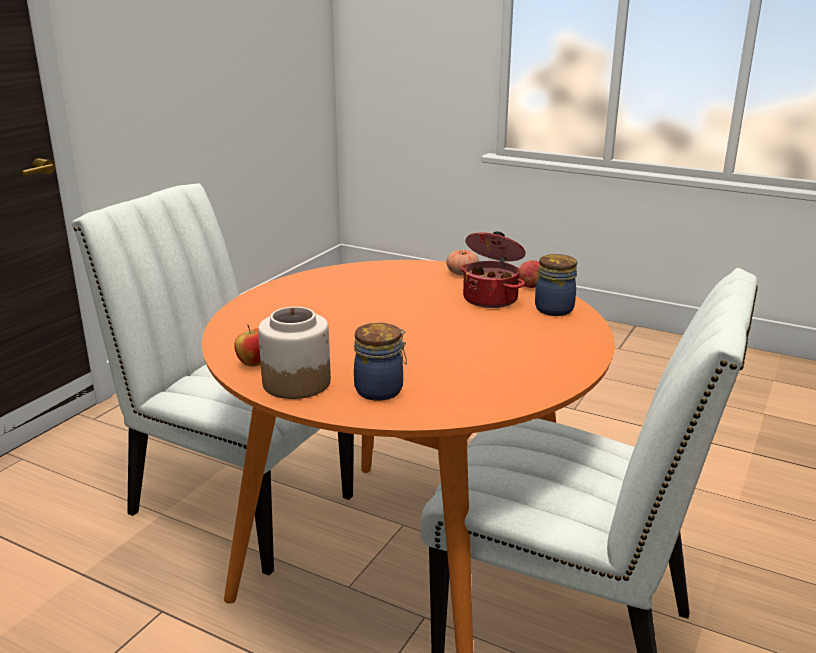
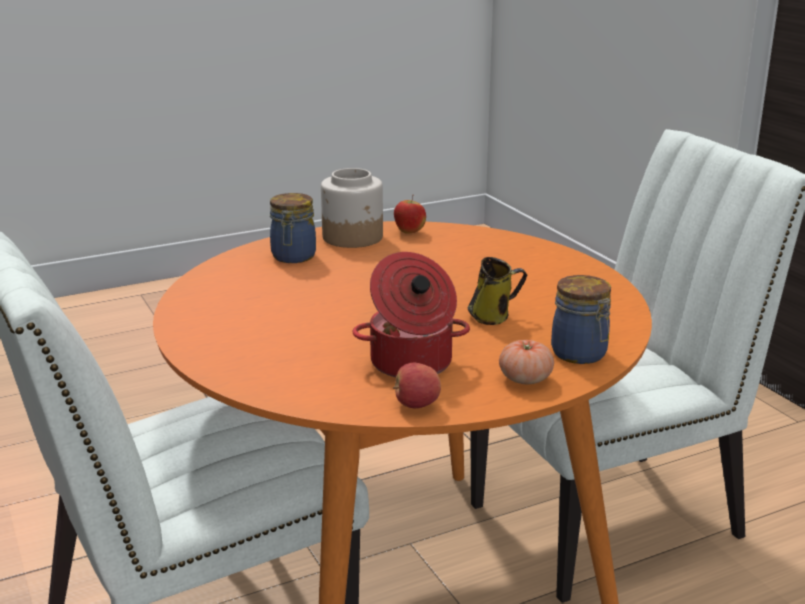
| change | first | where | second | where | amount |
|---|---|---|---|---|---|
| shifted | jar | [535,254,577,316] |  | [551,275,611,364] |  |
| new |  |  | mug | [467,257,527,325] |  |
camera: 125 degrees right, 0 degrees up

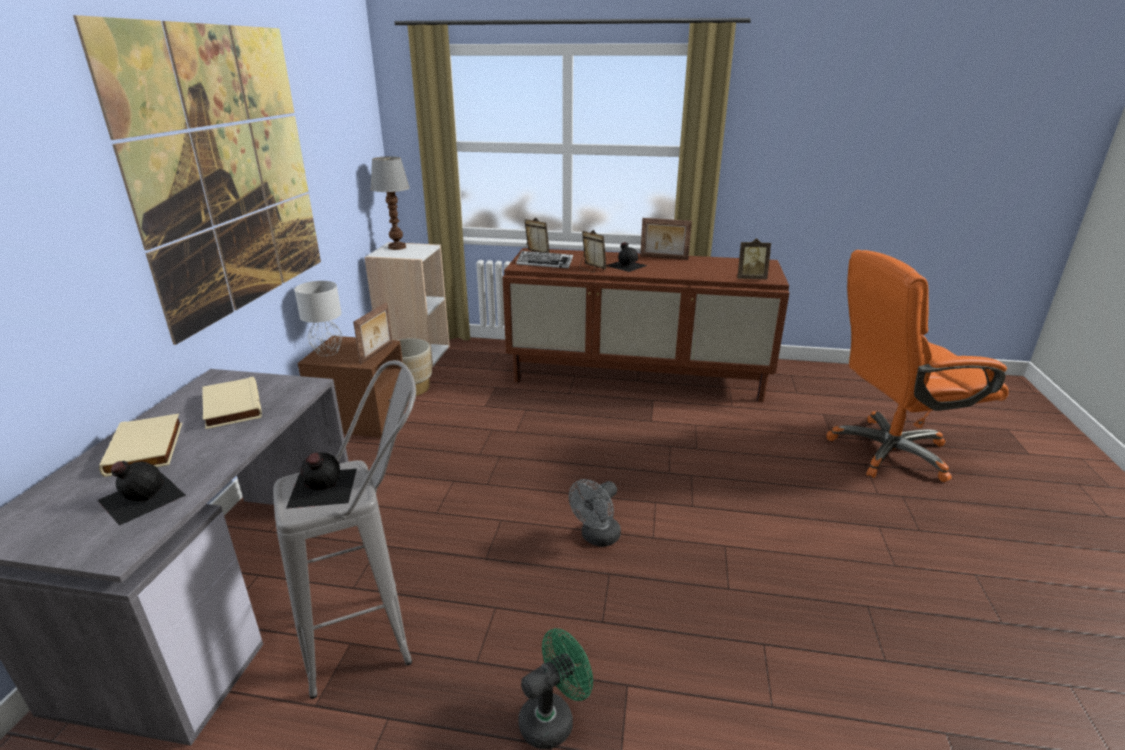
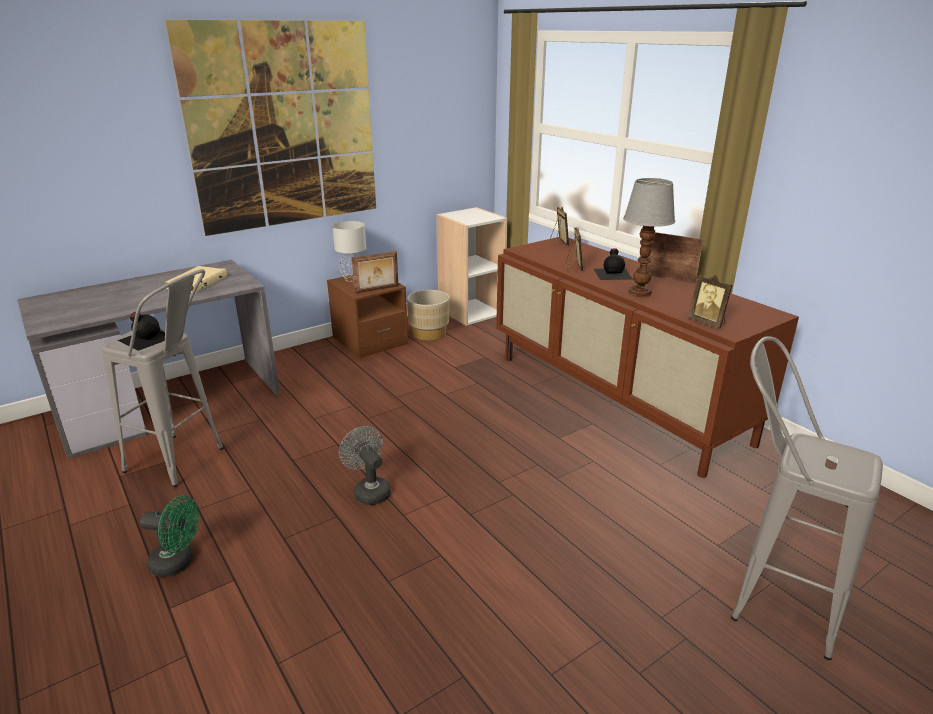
| change | first | where | second | where | amount |
|---|---|---|---|---|---|
| gone | bottle (black) | [98,461,186,526] |  |  |  |
| gone | book (beige) | [99,414,182,477] |  |  |  |
| shifted | table lamp | [370,156,410,250] |  | [623,178,675,297] |  |
| gone | keyboard | [516,251,573,269] |  |  |  |
| rotated | fan (grey) | [569,479,621,547] |  | [339,426,391,505] | 60 degrees clockwise |
| rotated | picture frame | [640,218,692,260] |  | [647,232,703,284] | 150 degrees clockwise |
| swapped | office chair (orange) | [826,250,1009,482] | stool (grey) | [731,336,883,660] |  |
camera: 45 degrees right, 0 degrees up

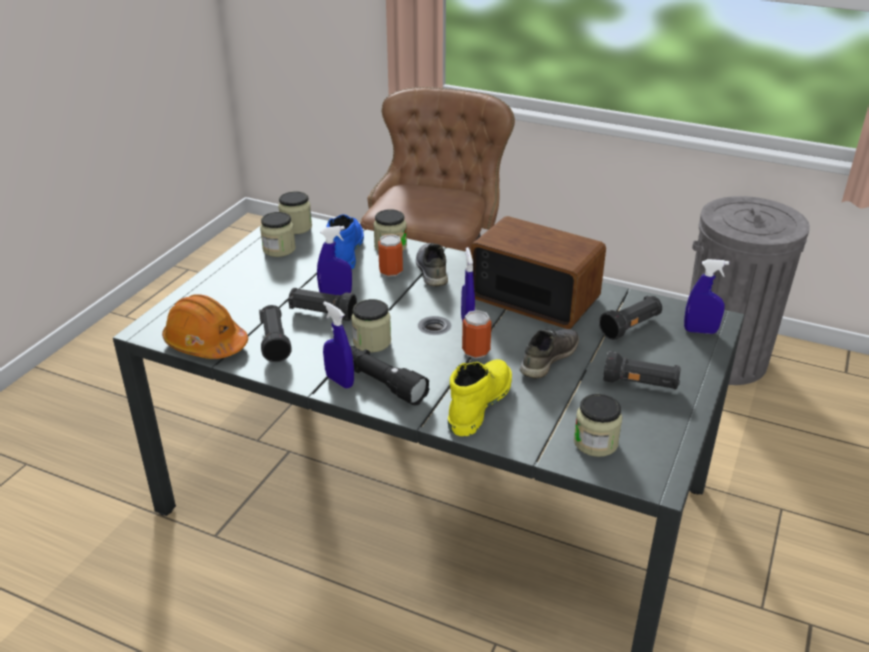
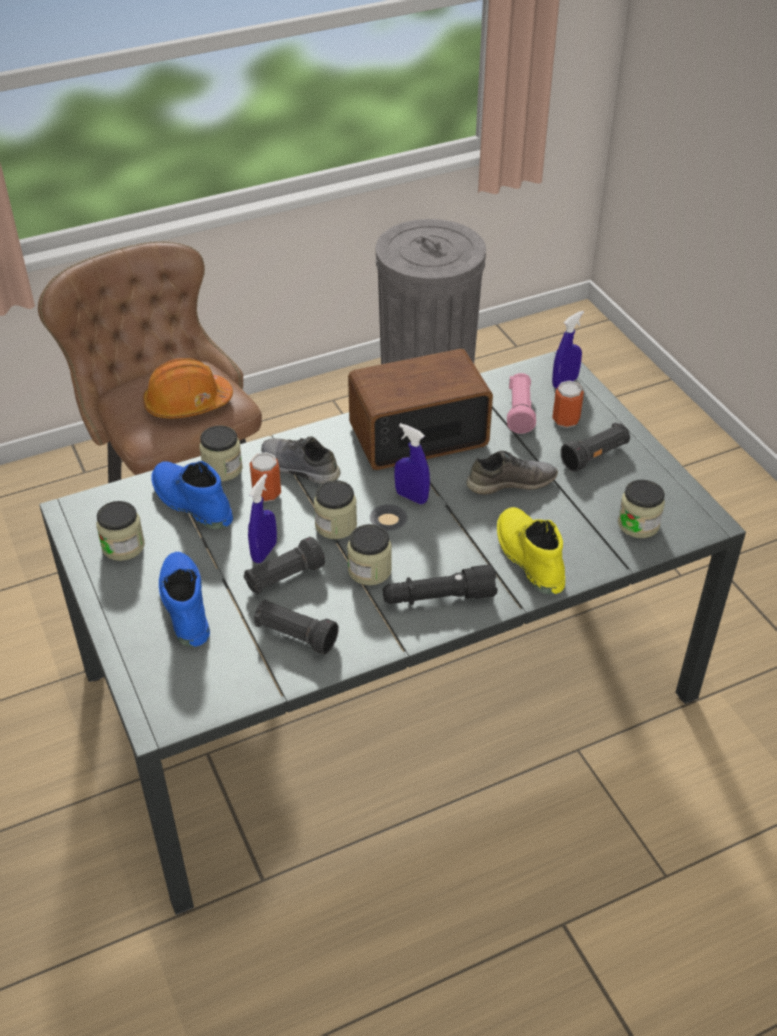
| change | first | where | second | where | amount |
|---|---|---|---|---|---|
| shifted | hard hat (orange) | [162,294,248,359] |  | [143,358,233,418] |  |
| shifted | jar | [278,191,312,234] |  | [314,480,357,539] |  |
| gone | spray bottle (blue) | [323,302,354,389] |  |  |  |
| shifted | can | [462,310,492,359] |  | [552,381,584,428] |  |
| rotated | shoe (grey) | [520,329,579,378] |  | [466,451,558,495] | 90 degrees clockwise |
| repainted | flashlight (black) | [599,296,662,340] | flashlight (pink) | [507,373,536,434] |  |
| new |  |  | boot (blue) | [159,552,210,647] |  |
camera: 50 degrees left, 10 degrees up

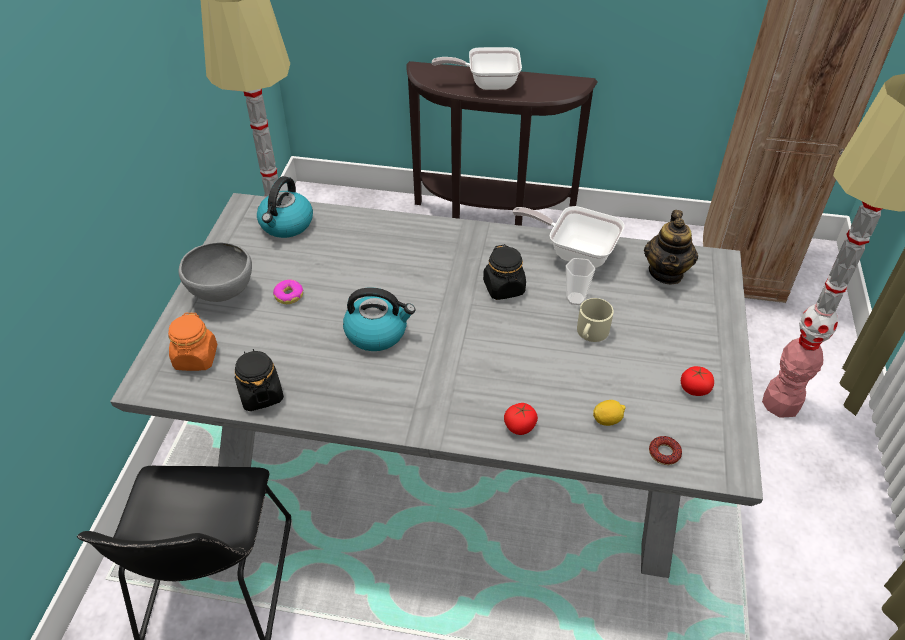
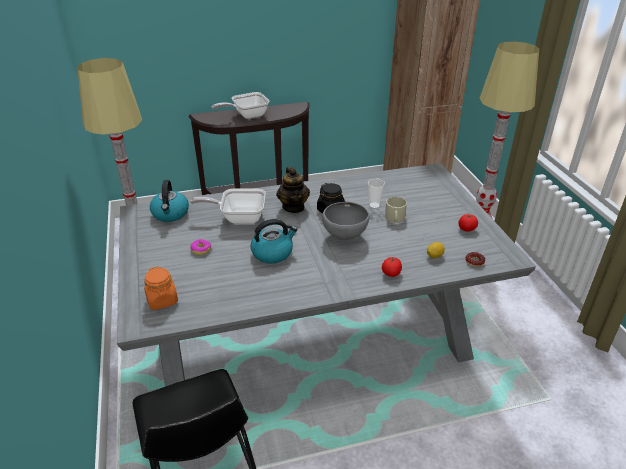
| change | first | where | second | where | amount |
|---|---|---|---|---|---|
| shifted | bowl (grey) | [179,242,252,302] |  | [322,202,370,240] |  |
| gone | jar (black) | [235,349,284,411] |  |  |  |
| shifted | frying pan | [513,206,625,268] |  | [190,189,266,224] |  |
| shifted | teapot | [644,210,698,285] |  | [276,167,310,213] |  |
camera: 25 degrees left, 10 degrees down

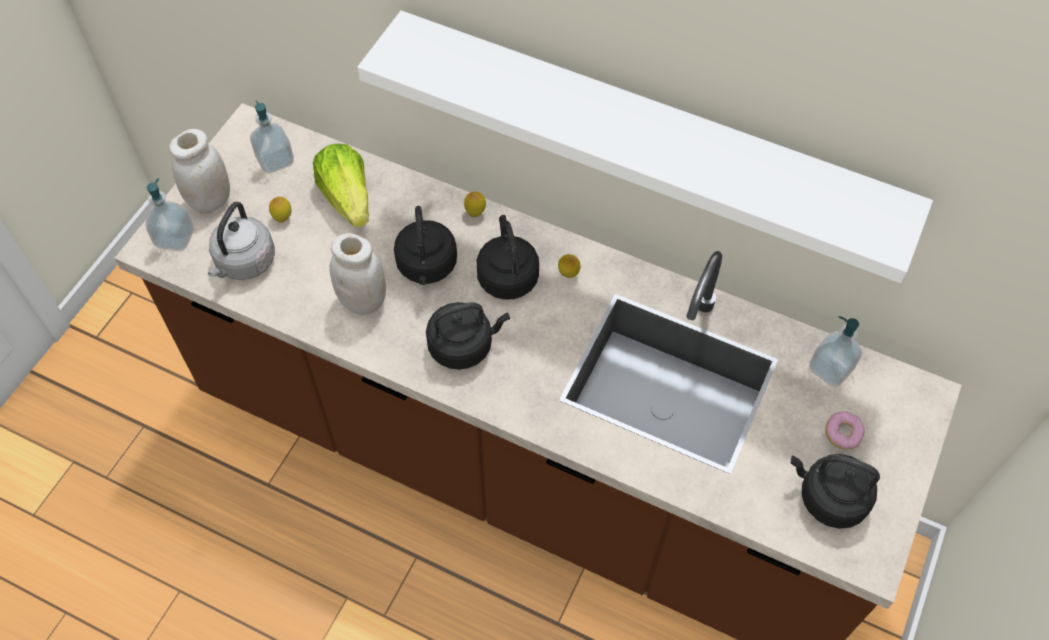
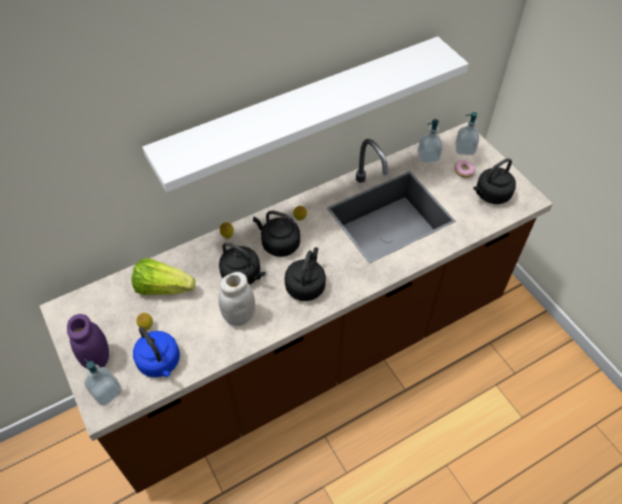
| change | first | where | second | where | amount |
|---|---|---|---|---|---|
| repainted | jar (white) | [169,129,230,214] | jar (purple) | [67,314,109,369] |  |
| repainted | kettle (grey) | [208,202,275,280] | kettle (blue) | [133,327,180,377] |  |
| shifted | soap dispenser | [250,100,294,173] |  | [456,112,479,155] |  |
camera: 55 degrees left, 5 degrees down

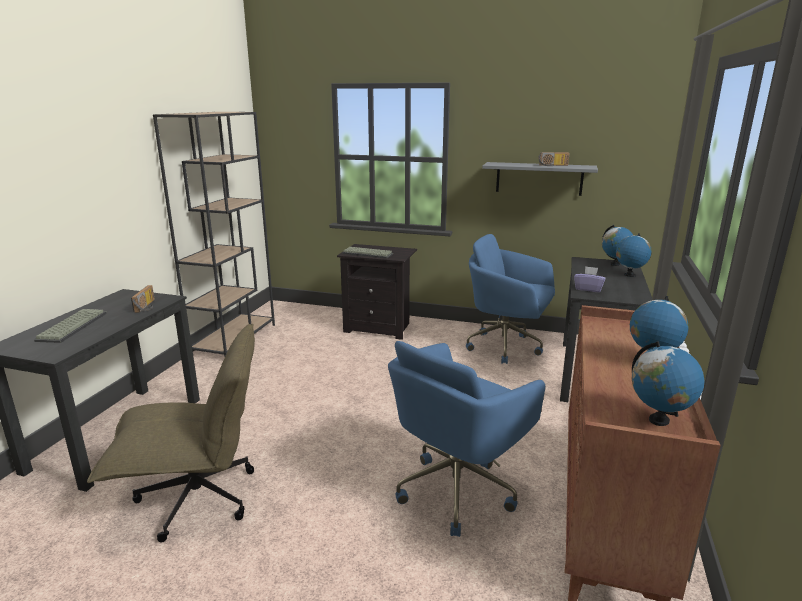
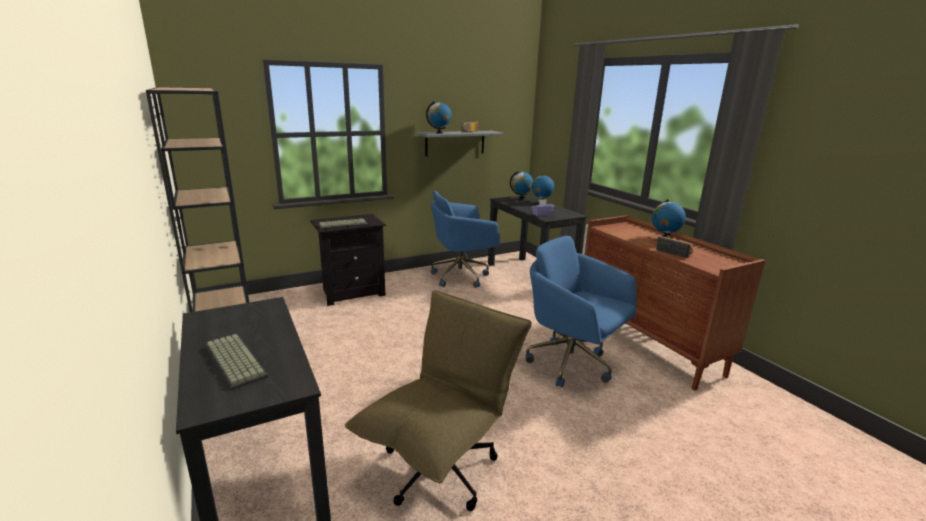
| change | first | where | second | where | amount |
|---|---|---|---|---|---|
| shifted | radio | [131,285,155,313] |  | [656,236,693,258] |  |
| rotated | office chair (blue) | [388,341,545,537] |  | [526,236,636,388] | 135 degrees clockwise |
| shifted | globe | [632,341,704,426] |  | [426,102,451,134] |  |
camera: 45 degrees left, 0 degrees up

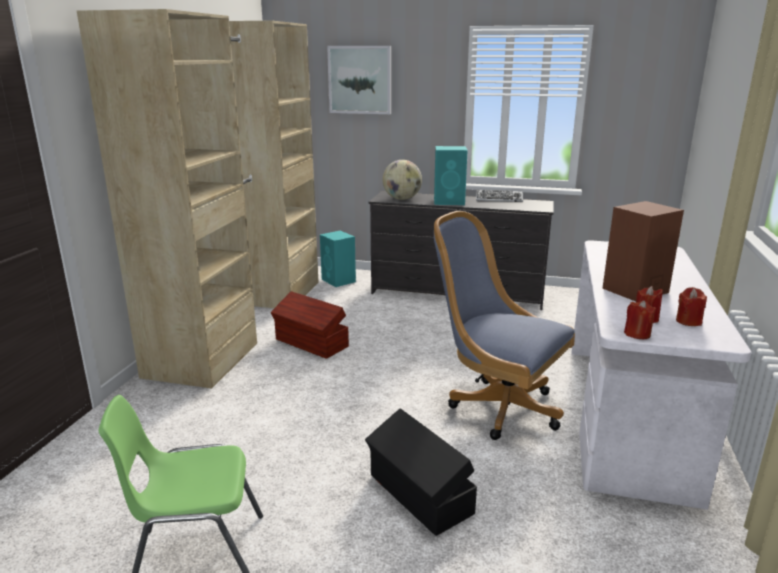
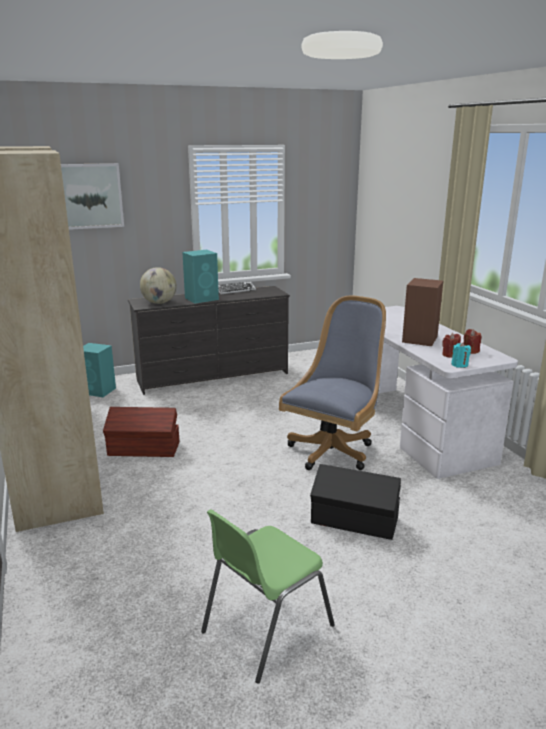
| change | first | where | second | where | amount |
|---|---|---|---|---|---|
| rotated | office chair (blue) | [434,211,575,440] |  | [279,295,386,470] | 120 degrees clockwise |
| repainted | candle (red) | [624,300,656,339] | candle (turquoise) | [451,342,471,368] |  |
camera: 35 degrees left, 0 degrees up

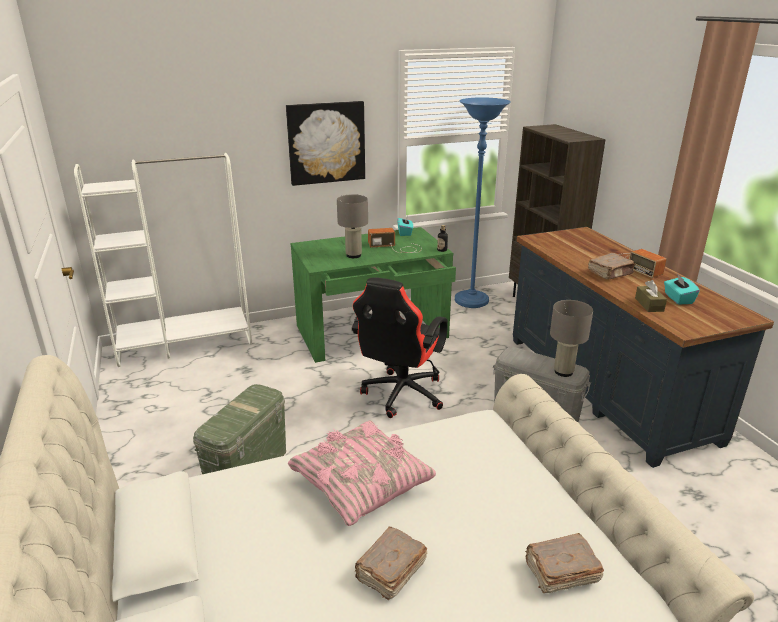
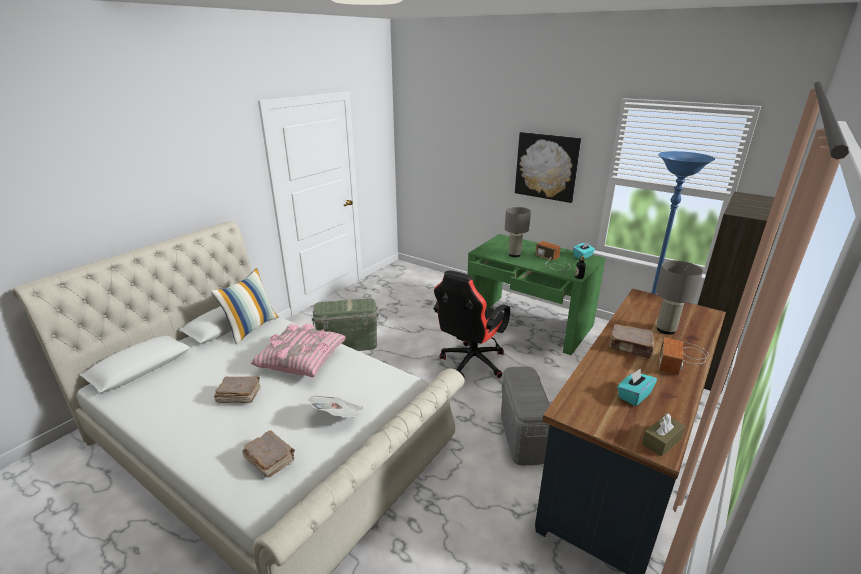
| change | first | where | second | where | amount |
|---|---|---|---|---|---|
| gone | clothes rack (white) | [74,153,252,367] |  |  |  |
| rotated | office chair (black) | [352,277,448,418] |  | [434,271,510,378] | 45 degrees counterclockwise |
| shifted | table lamp (grey) | [550,300,593,377] |  | [656,260,703,335] |  |
| shifted | tissue box (brown) | [635,280,667,312] |  | [642,413,685,456] |  |
| new |  |  | pillow | [211,268,278,344] |  |
| new |  |  | newspaper | [308,396,363,418] |  |
camera: 55 degrees right, 0 degrees up

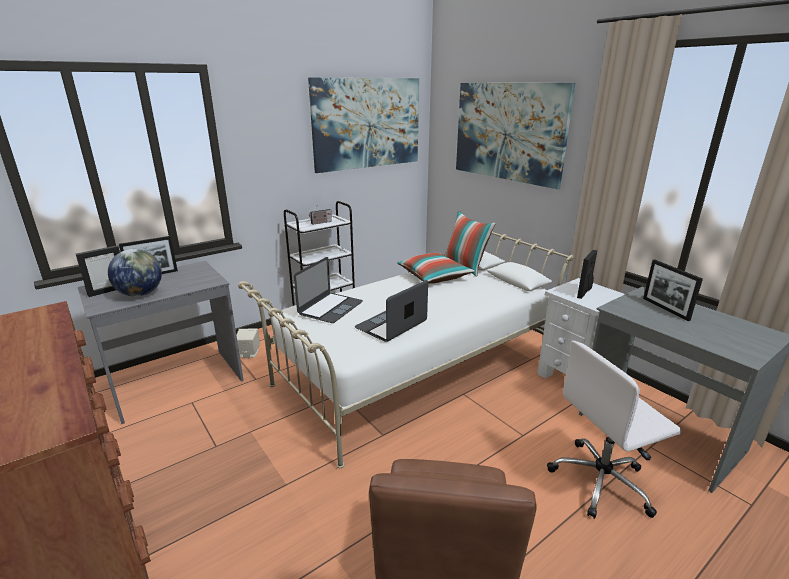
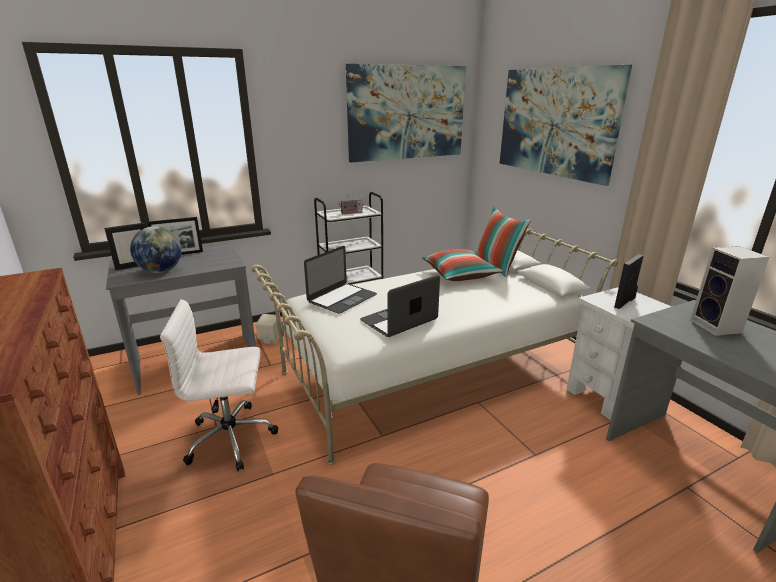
| change | first | where | second | where | amount |
|---|---|---|---|---|---|
| shifted | office chair (white) | [547,341,681,519] |  | [160,299,278,471] |  |
| swapped | picture frame | [643,260,703,321] | speaker | [690,246,770,336] |  |
camera: 10 degrees right, 0 degrees up

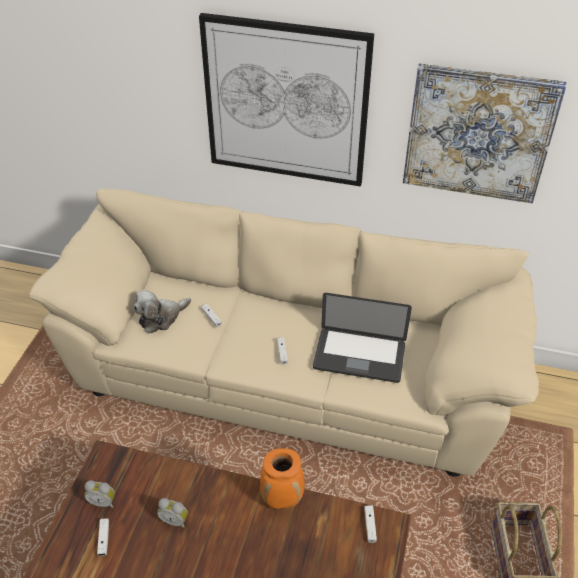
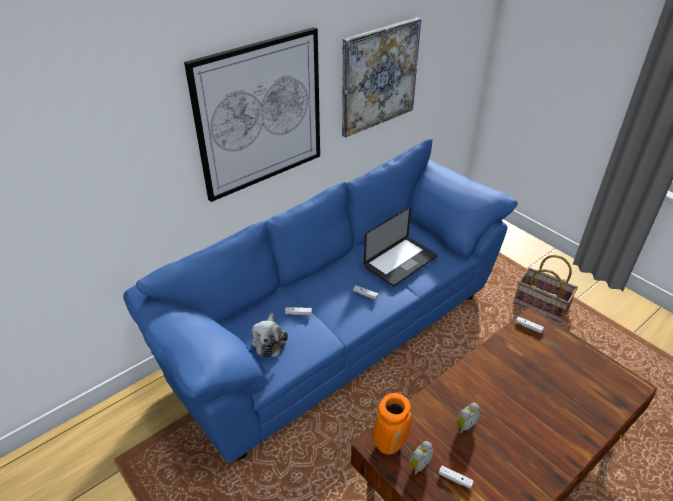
| change | first | where | second | where | amount |
|---|---|---|---|---|---|
| repainted | sofa (beige) | [29,188,539,477] | sofa (blue) | [123,139,518,463] |  |
| shifted | vase (orange) | [260,448,305,510] |  | [373,393,412,455] |  |
camera: 55 degrees left, 5 degrees down

